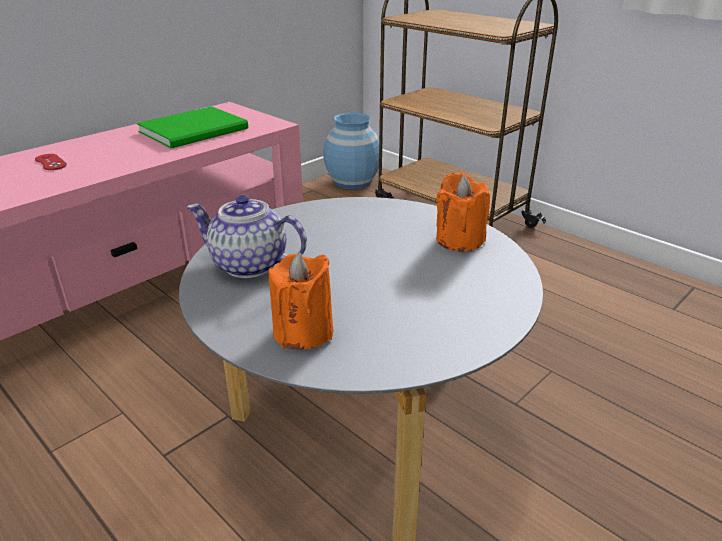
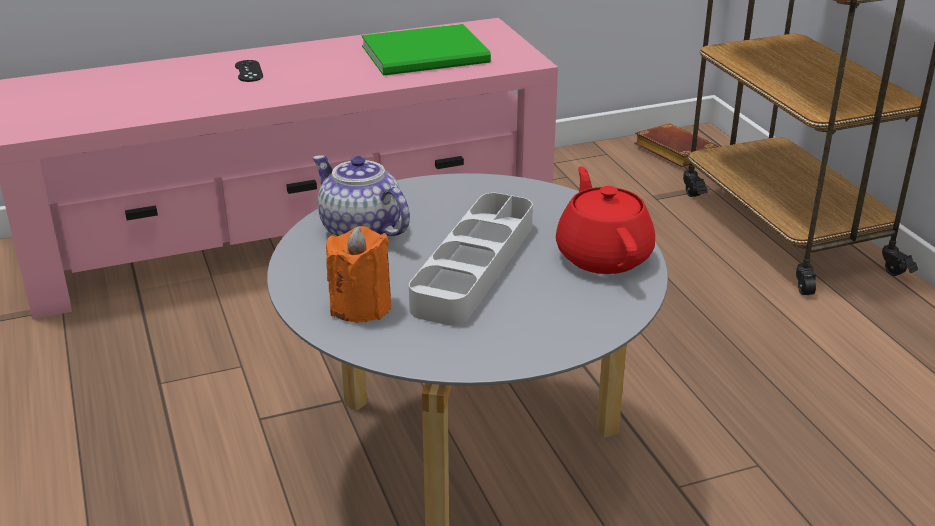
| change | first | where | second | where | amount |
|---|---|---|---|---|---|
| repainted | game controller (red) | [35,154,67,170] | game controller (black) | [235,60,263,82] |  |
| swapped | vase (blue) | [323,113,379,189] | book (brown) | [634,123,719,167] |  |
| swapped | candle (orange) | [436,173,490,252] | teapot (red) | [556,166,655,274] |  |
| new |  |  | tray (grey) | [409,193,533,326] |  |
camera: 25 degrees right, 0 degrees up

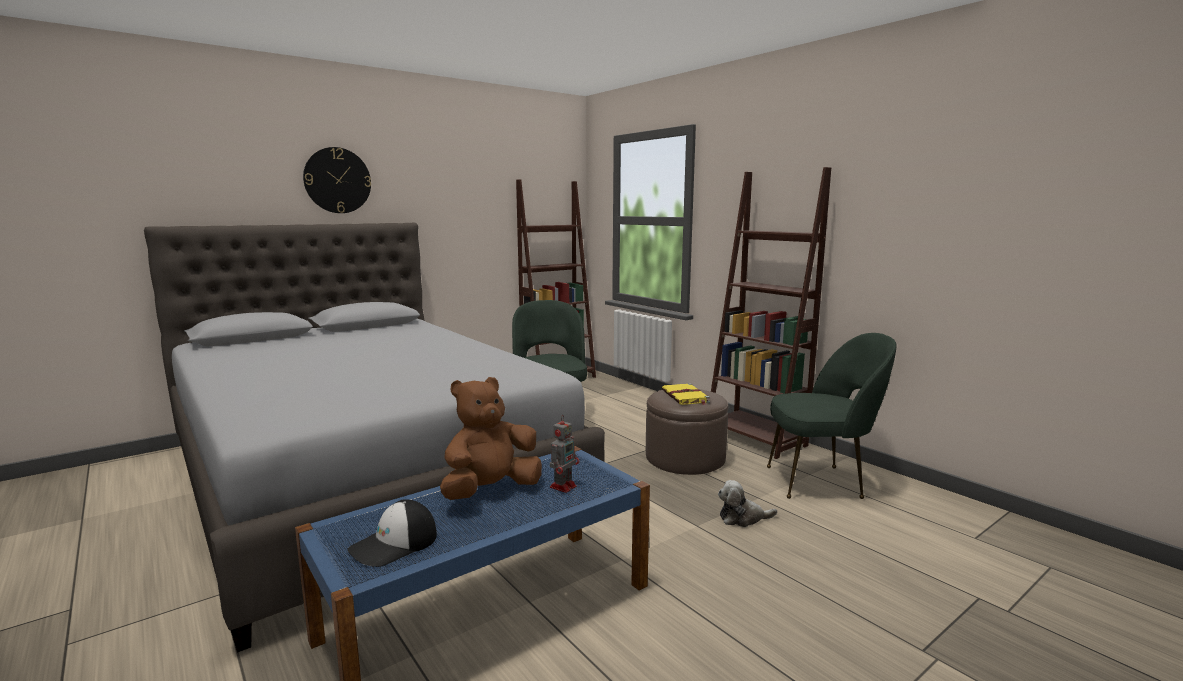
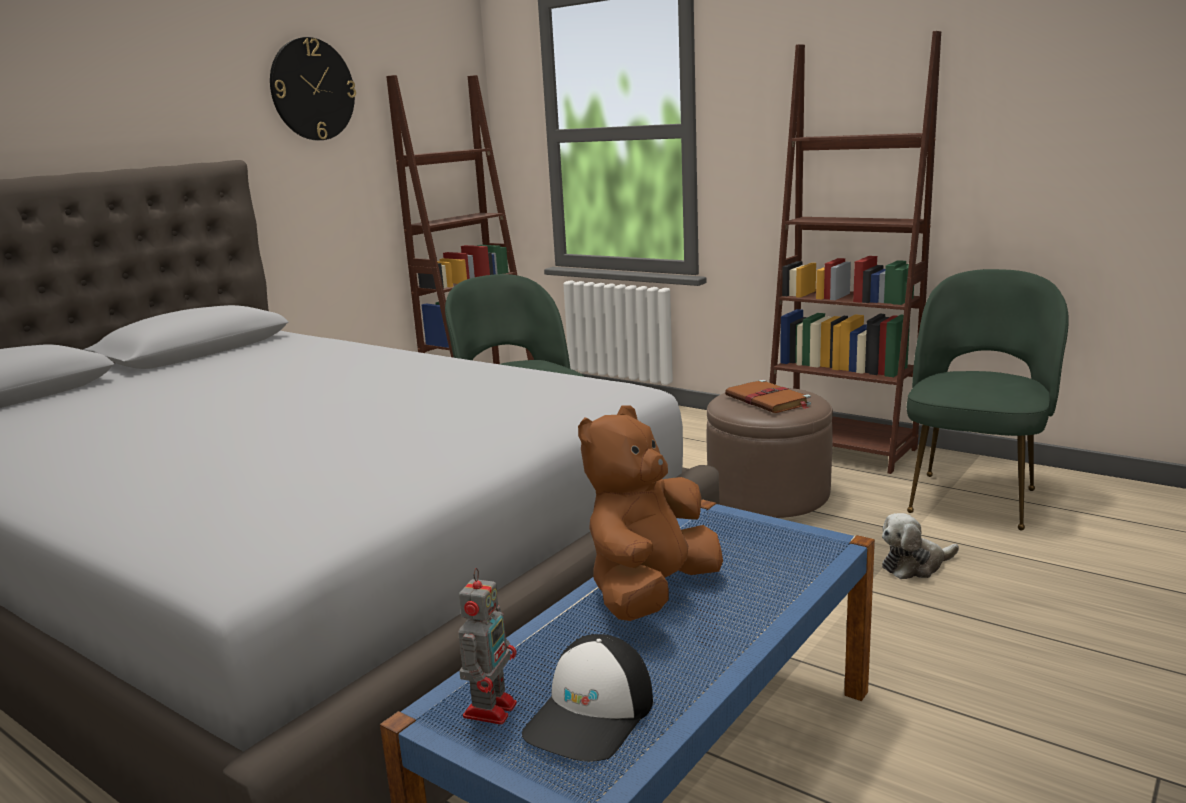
| change | first | where | second | where | amount |
|---|---|---|---|---|---|
| shifted | wall clock | [303,147,371,213] |  | [270,37,356,140] |  |
| shifted | toy robot | [550,416,579,493] |  | [458,568,517,725] |  |
| repainted | book (yellow) | [662,383,710,405] | book (brown) | [725,380,811,413] |  |
| rotated | chair (green) | [767,333,897,499] |  | [907,269,1069,531] | 45 degrees counterclockwise |
camera: 15 degrees left, 5 degrees up

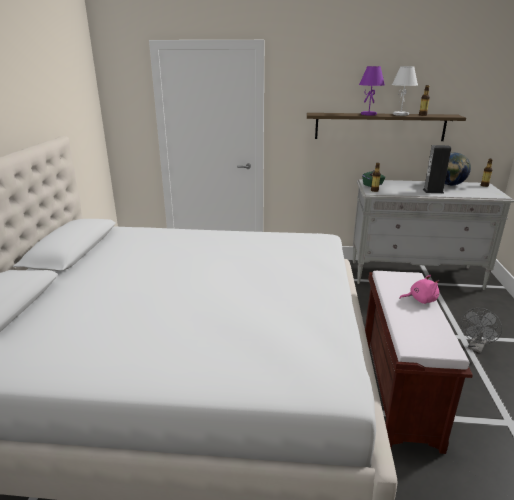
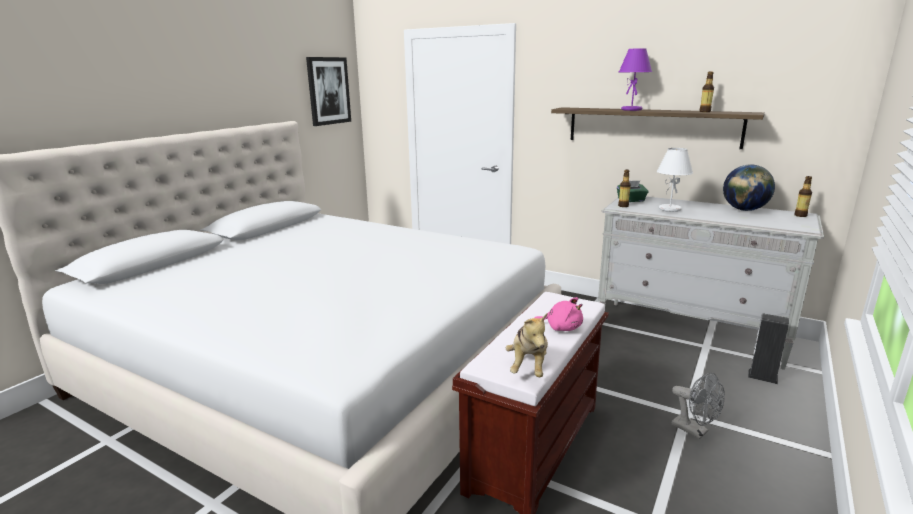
| change | first | where | second | where | amount |
|---|---|---|---|---|---|
| shifted | table lamp (white) | [392,66,418,116] |  | [657,148,693,212] |  |
| shifted | speaker | [423,145,451,193] |  | [748,313,789,384] |  |
| rotated | fan (grey) | [461,308,502,353] |  | [671,372,725,439] | 105 degrees counterclockwise |
| new |  |  | picture | [306,57,351,126] |  |
| new |  |  | plush toy | [506,313,548,377] |  |
camera: 25 degrees right, 5 degrees down

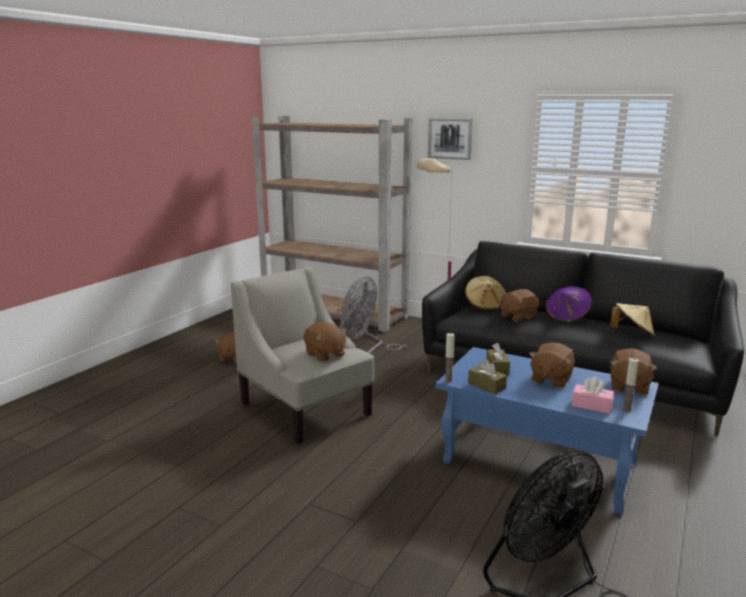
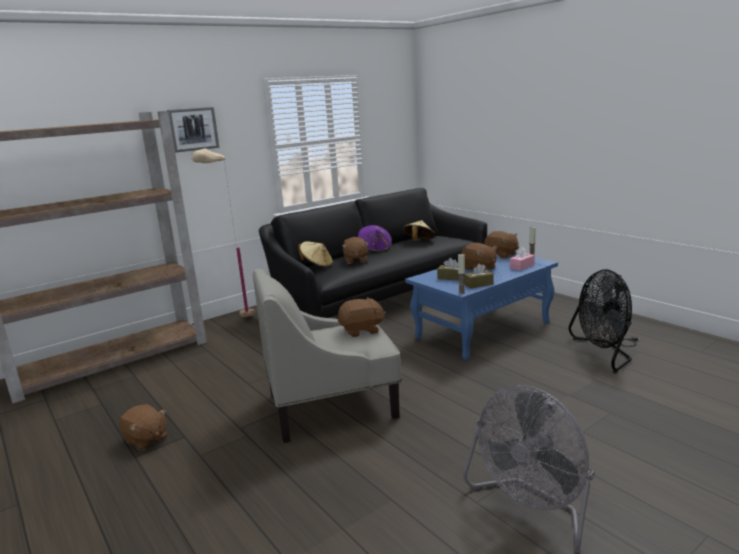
| change | first | where | second | where | amount |
|---|---|---|---|---|---|
| shifted | fan (grey) | [339,276,408,354] |  | [463,385,595,553] |  |
camera: 65 degrees left, 0 degrees up

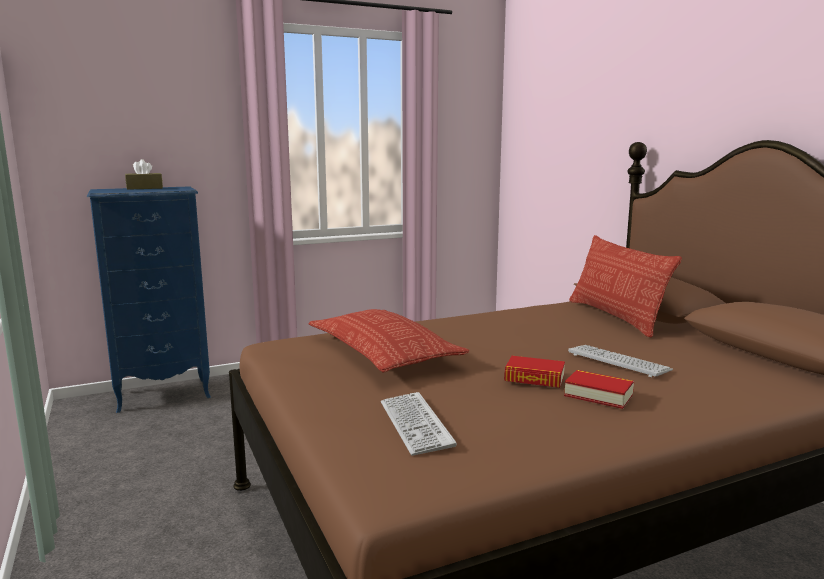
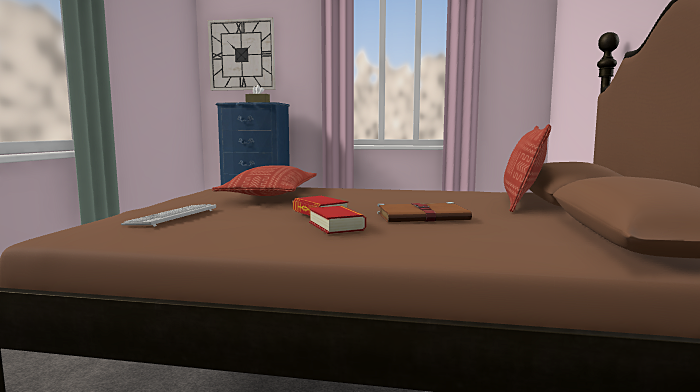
| change | first | where | second | where | amount |
|---|---|---|---|---|---|
| swapped | keyboard | [568,345,673,377] | book (brown) | [377,202,472,222] |  |
| new |  |  | wall clock | [208,17,276,91] |  |
camera: 35 degrees right, 5 degrees down

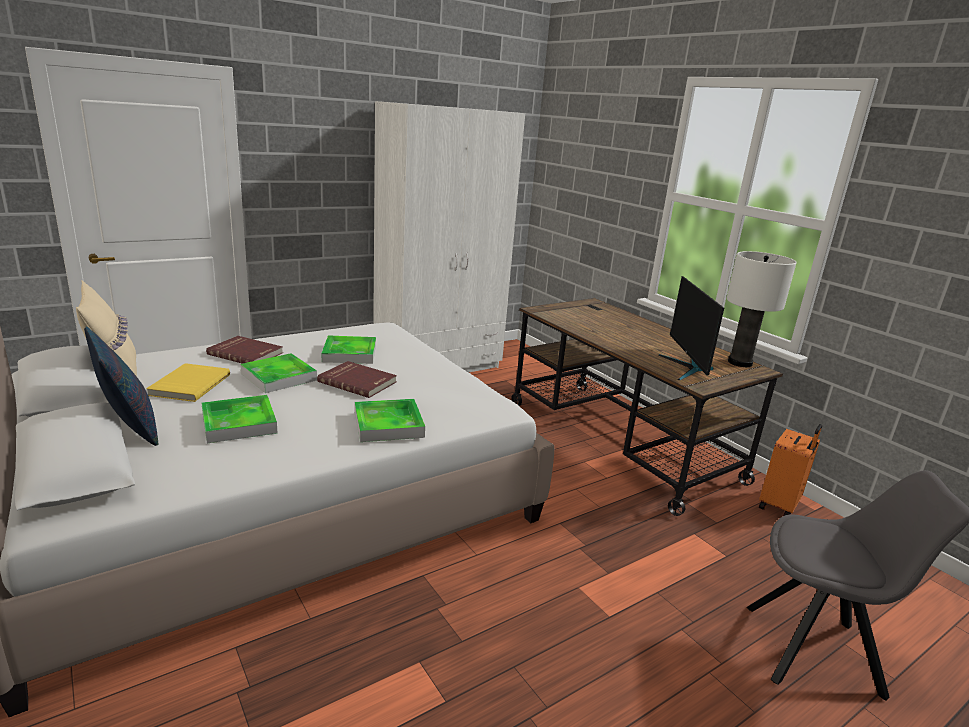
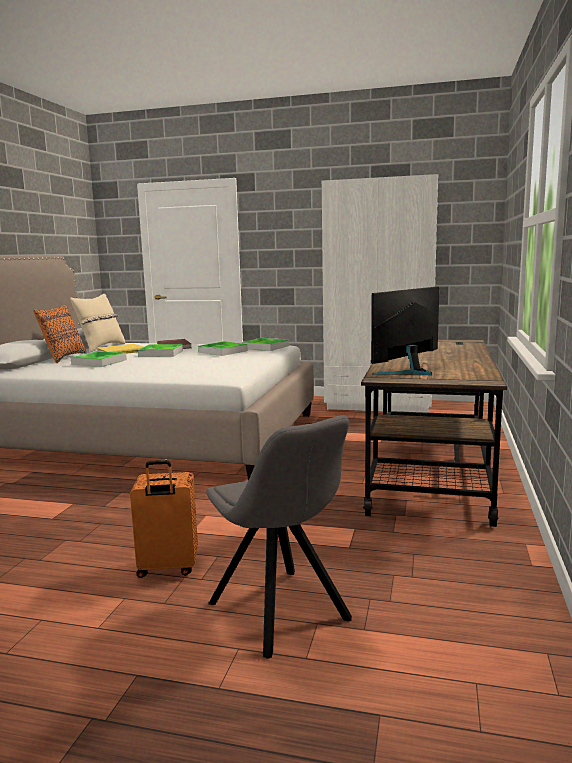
| change | first | where | second | where | amount |
|---|---|---|---|---|---|
| repainted | pillow (blue) | [84,327,158,446] | pillow (orange) | [33,305,87,363] |  |
| gone | book (red) | [317,361,397,398] |  |  |  |
| shifted | tray | [354,399,425,442] |  | [242,338,289,351] |  |
| gone | table lamp (white) | [727,251,797,367] |  |  |  |
| shifted | suitcase (orange) | [759,424,822,516] |  | [130,460,198,578] |  |
camera: 50 degrees right, 10 degrees down

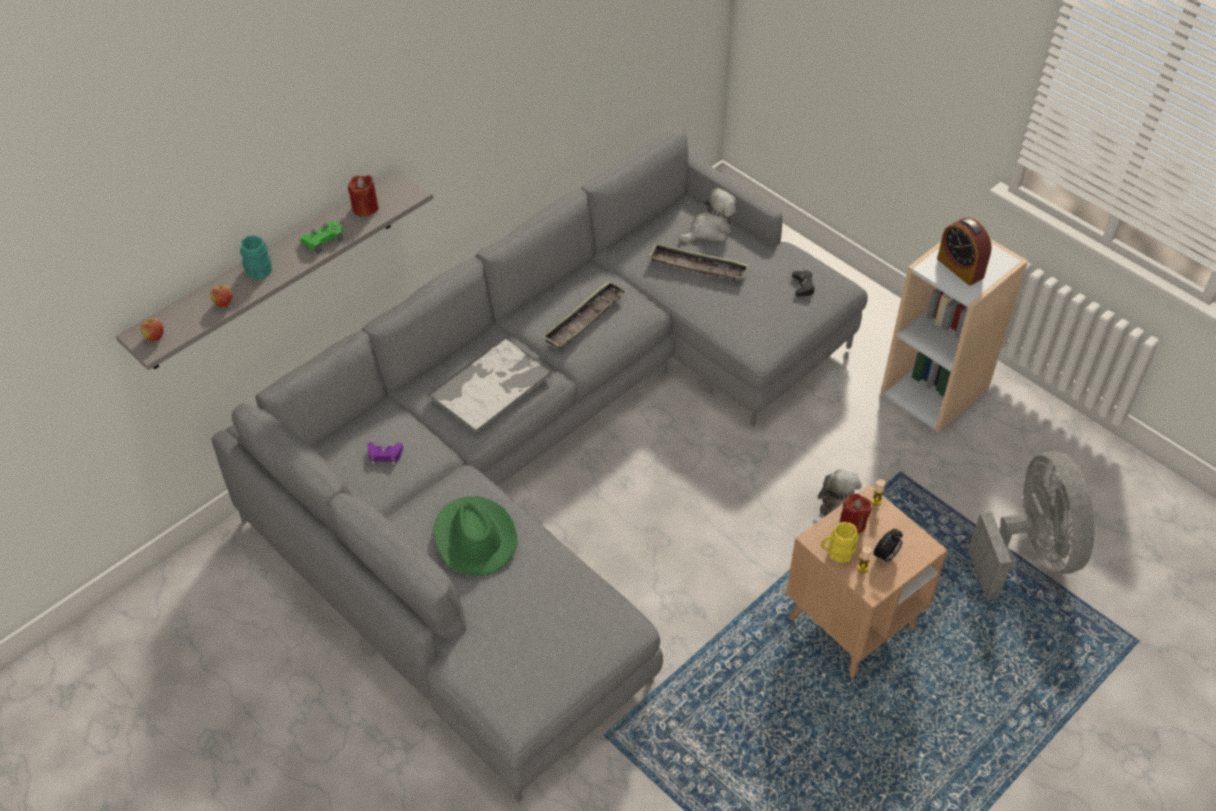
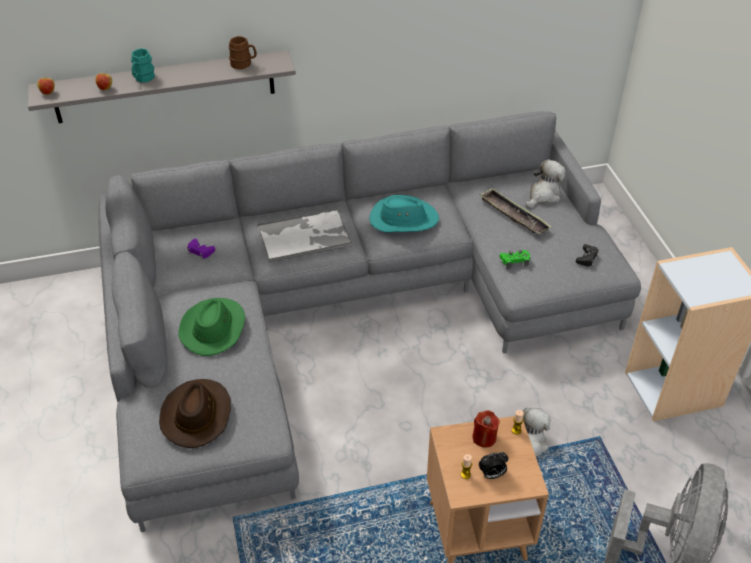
| change | first | where | second | where | amount |
|---|---|---|---|---|---|
| shifted | game controller (green) | [300,221,343,254] |  | [499,250,530,269] |  |
| swapped | candle (red) | [348,175,379,217] | mug (brown) | [229,36,257,69] |  |
| swapped | tray | [542,281,627,349] | hat (turquoise) | [369,195,439,233] |  |
| rotated | plush toy | [679,188,736,243] |  | [525,159,566,208] | 45 degrees counterclockwise |
| gone | mug (yellow) | [821,522,858,563] |  |  |  |
| gone | alarm clock | [937,217,992,286] |  |  |  |
| new |  |  | hat (brown) | [159,379,231,448] |  |
camera: 30 degrees right, 5 degrees down

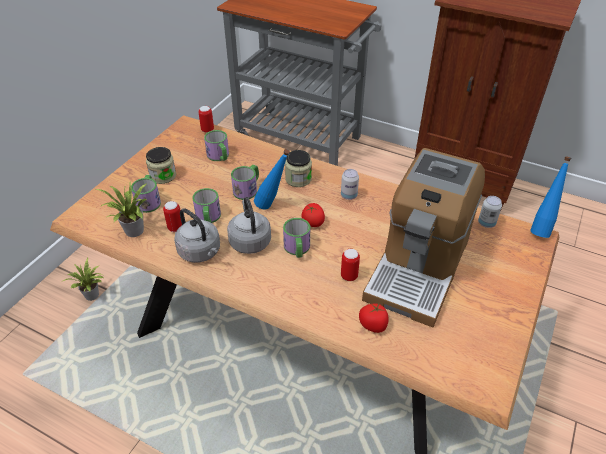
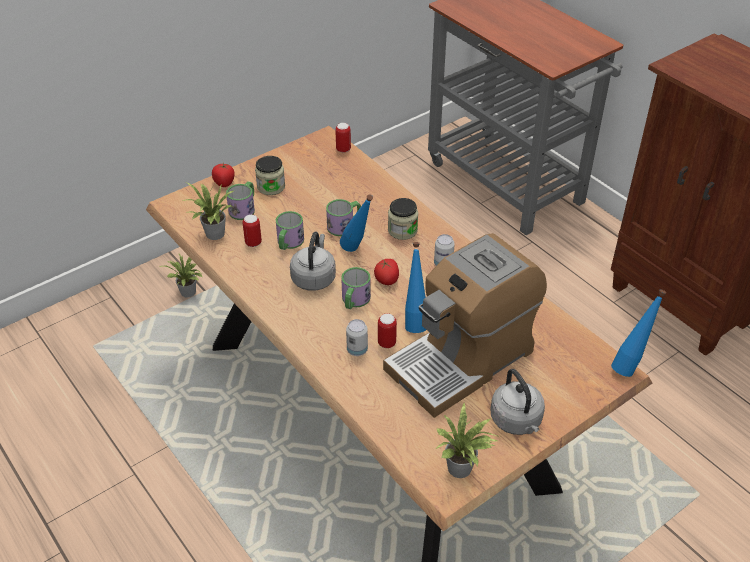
| change | first | where | second | where | amount |
|---|---|---|---|---|---|
| shifted | kettle (grey) | [174,208,220,263] |  | [491,369,545,435] |  |
| gone | mug | [204,130,229,161] |  |  |  |
| shifted | tomato | [359,303,389,333] |  | [212,163,235,187] |  |
| shifted | can | [478,196,502,228] |  | [346,319,368,356] |  |
| new |  |  | bottle (blue) | [405,242,426,333] |  |
| new |  |  | potted plant | [436,402,500,478] |  |
camera: 25 degrees right, 0 degrees up

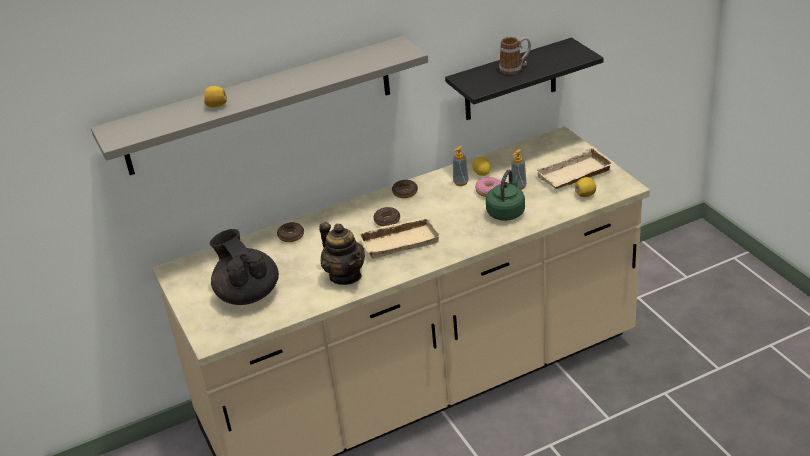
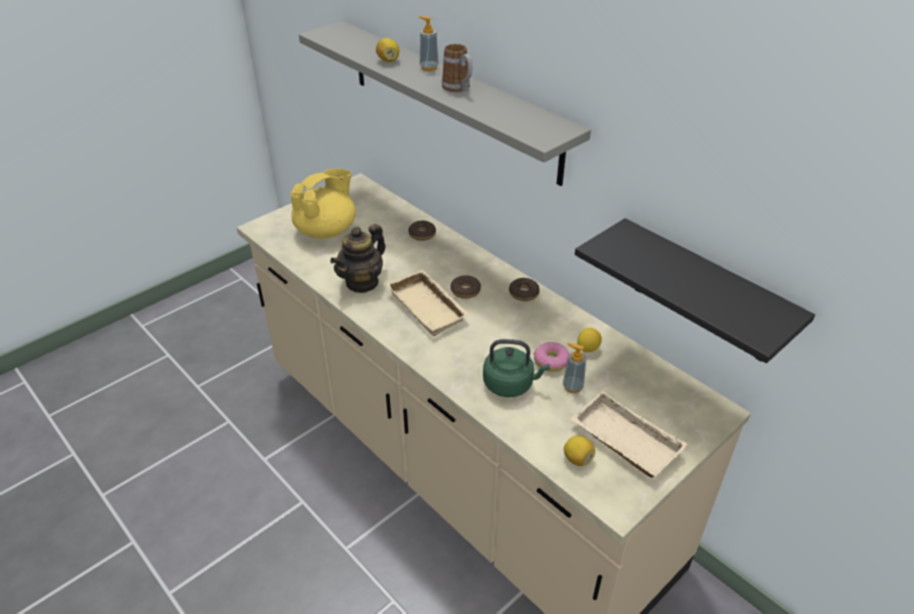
| change | first | where | second | where | amount |
|---|---|---|---|---|---|
| repainted | teapot (black) | [210,229,279,305] | teapot (yellow) | [291,169,356,239] |  |
| shifted | soap dispenser | [453,146,469,186] |  | [419,16,439,71] |  |
| shifted | mug | [499,37,531,74] |  | [442,44,472,92] |  |
camera: 70 degrees right, 5 degrees up

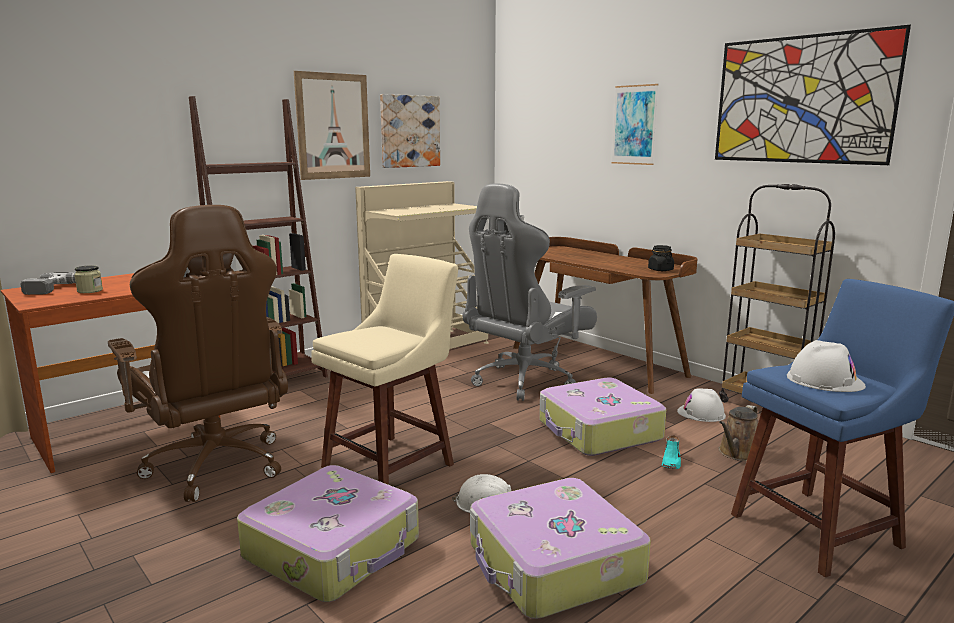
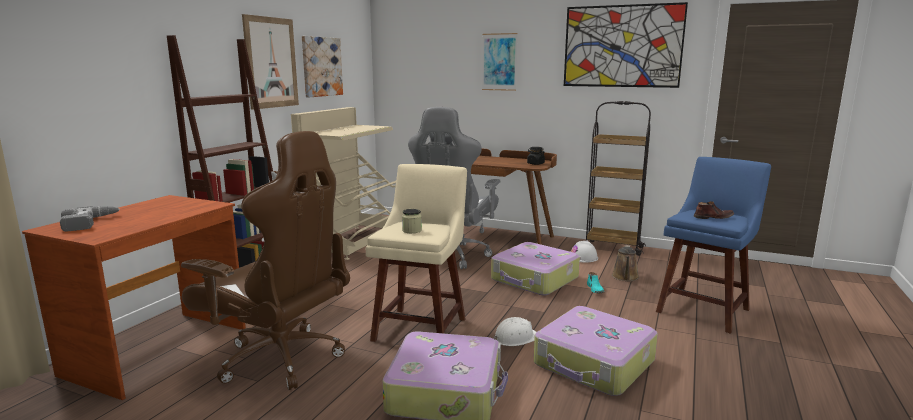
| change | first | where | second | where | amount |
|---|---|---|---|---|---|
| shifted | jar | [74,265,103,293] |  | [402,209,422,233] |  |
| swapped | hard hat (white) | [787,340,866,392] | shoe (brown) | [694,201,734,219] |  |
camera: 25 degrees left, 0 degrees up

